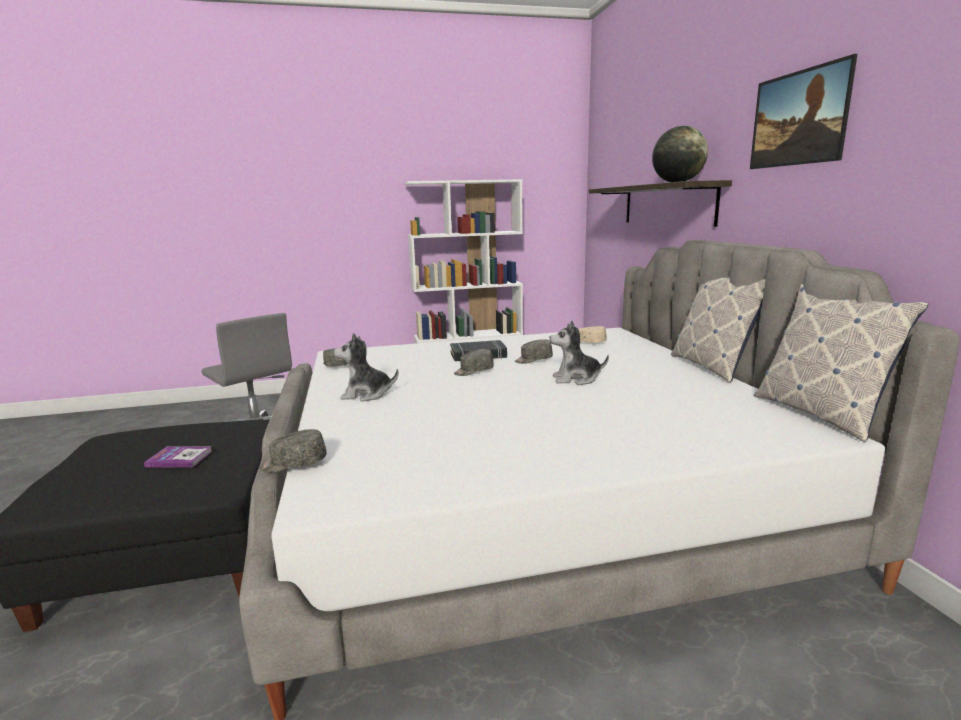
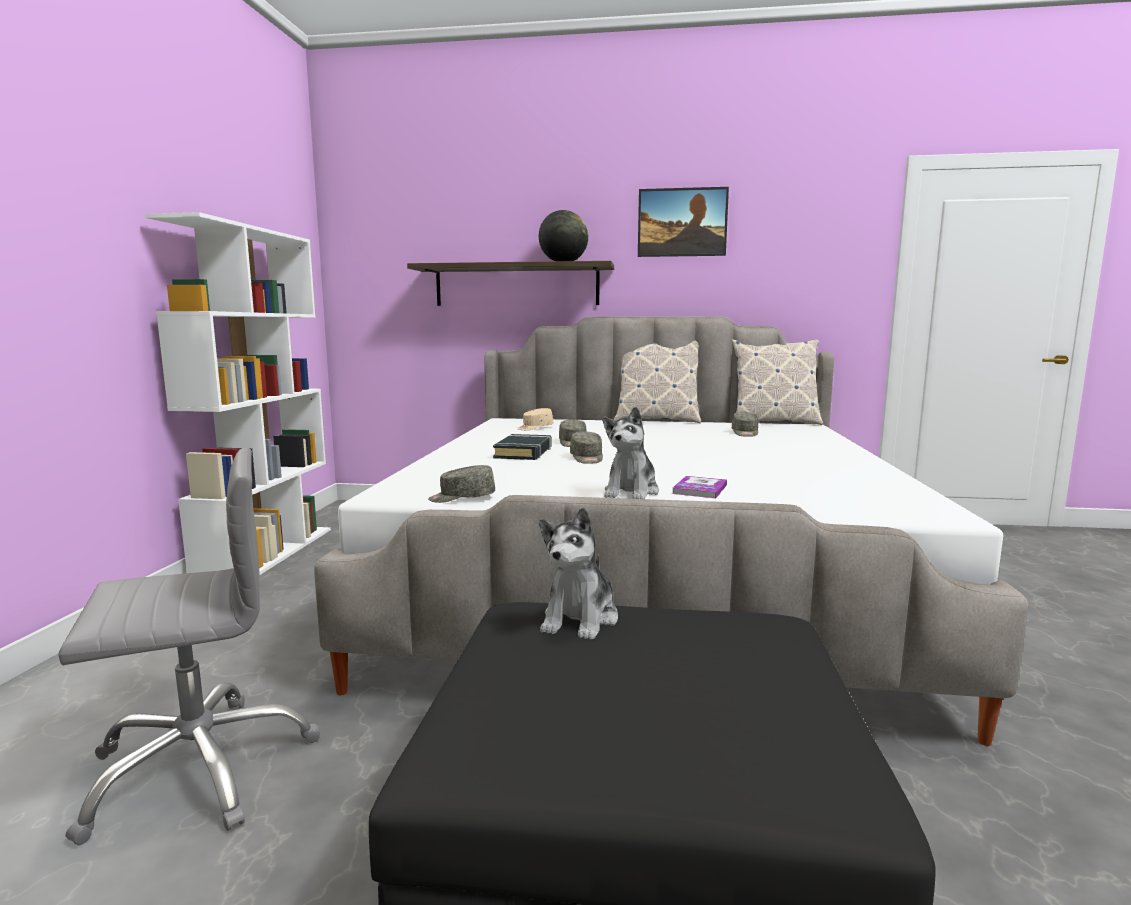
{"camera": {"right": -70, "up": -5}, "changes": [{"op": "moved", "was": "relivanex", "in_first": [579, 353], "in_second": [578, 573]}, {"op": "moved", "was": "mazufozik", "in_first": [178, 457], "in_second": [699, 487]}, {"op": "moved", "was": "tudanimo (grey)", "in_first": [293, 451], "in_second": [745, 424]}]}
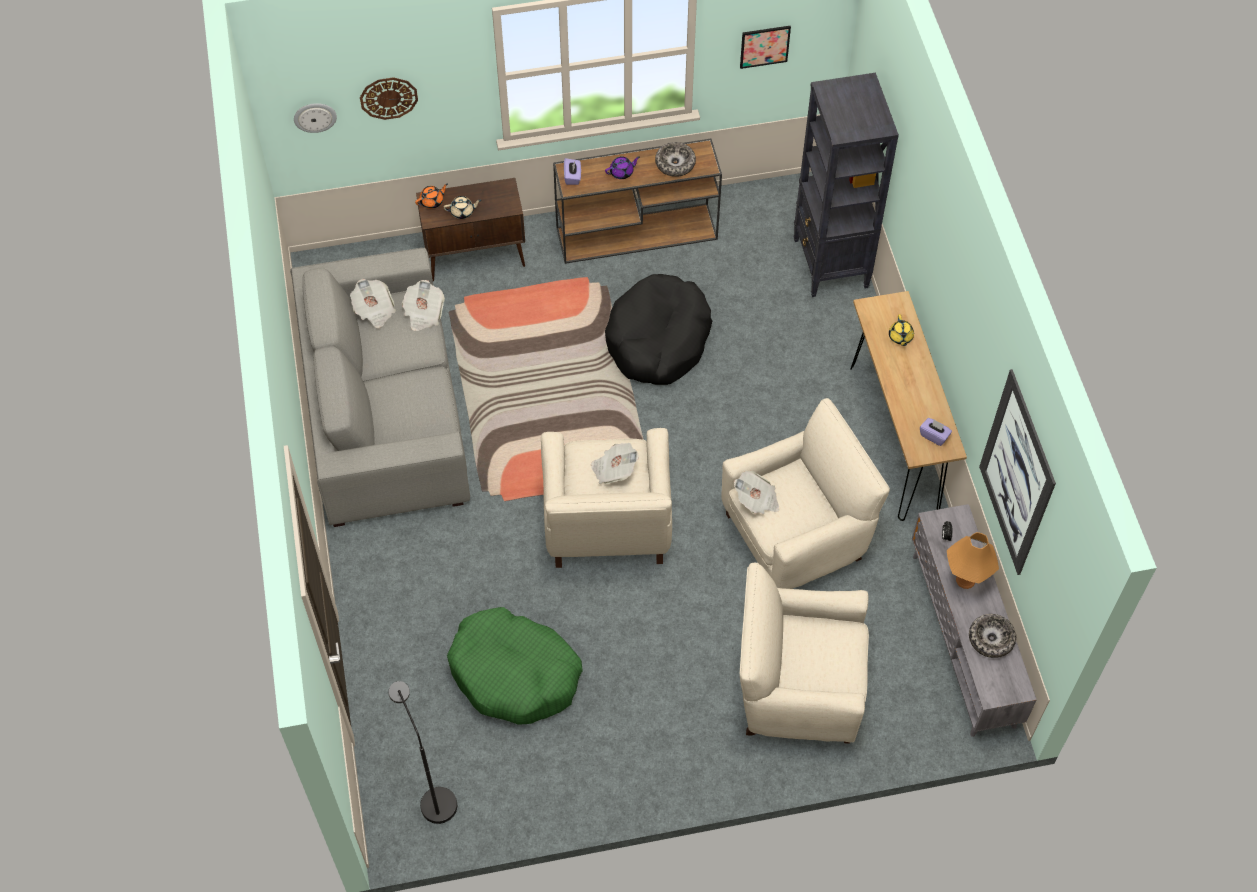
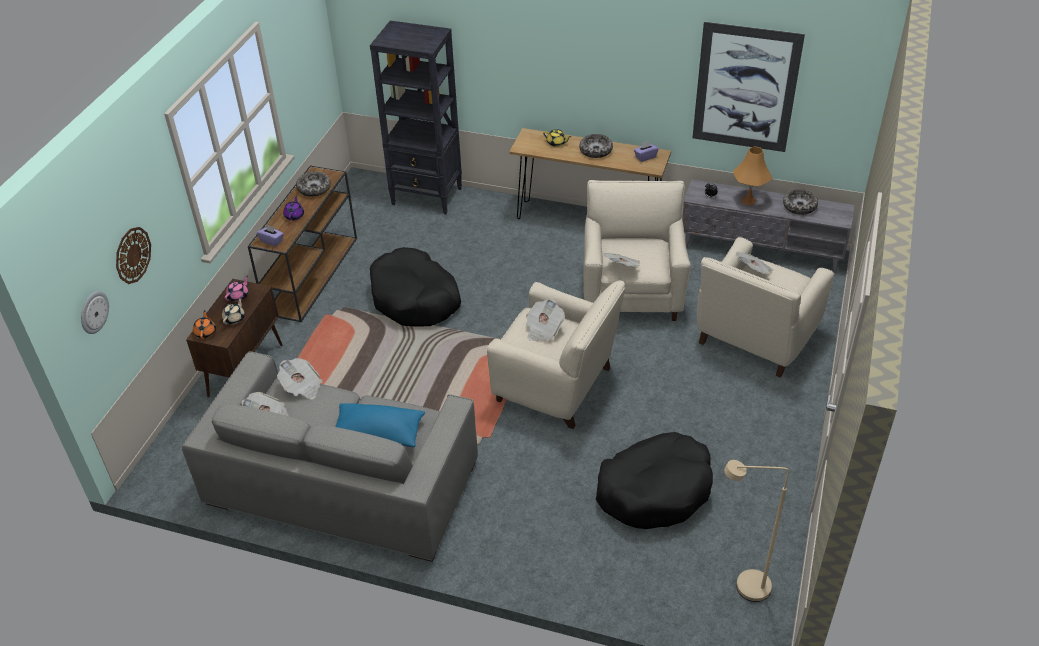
{"camera": {"right": -60, "up": -15}, "changes": [{"op": "added", "now": "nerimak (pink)", "in_second": [236, 289]}, {"op": "added", "now": "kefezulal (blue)", "in_second": [380, 425]}, {"op": "added", "now": "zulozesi", "in_second": [596, 146]}, {"op": "recoloured", "was": "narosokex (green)", "now": "narosokex (black)", "in_first": [515, 665], "in_second": [654, 480]}, {"op": "recoloured", "was": "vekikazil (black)", "now": "vekikazil (beige)", "in_first": [423, 752], "in_second": [756, 531]}, {"op": "added", "now": "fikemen", "in_second": [755, 263]}, {"op": "removed", "was": "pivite", "in_first": [765, 47]}]}
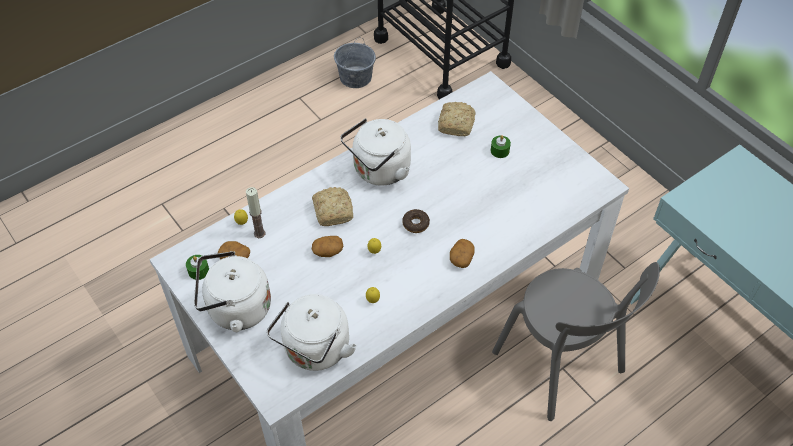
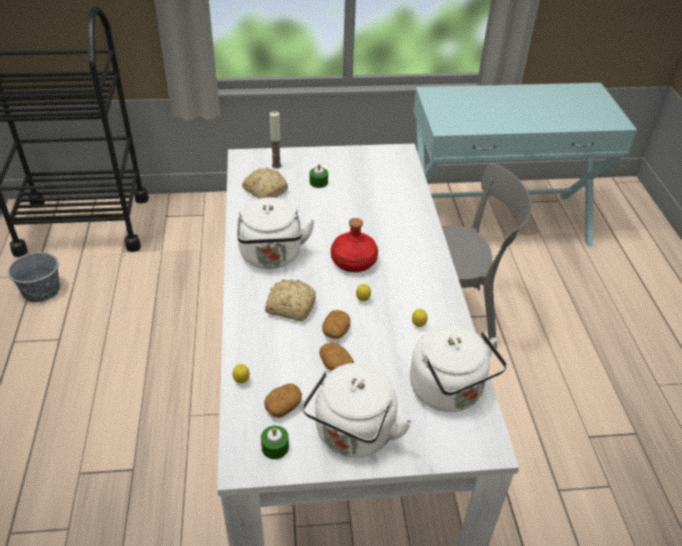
{"camera": {"right": -60, "up": -10}, "changes": [{"op": "moved", "was": "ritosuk", "in_first": [255, 212], "in_second": [275, 140]}, {"op": "moved", "was": "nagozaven", "in_first": [462, 253], "in_second": [336, 357]}, {"op": "replaced", "was": "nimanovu", "now": "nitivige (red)", "in_first": [416, 221], "in_second": [354, 245]}]}
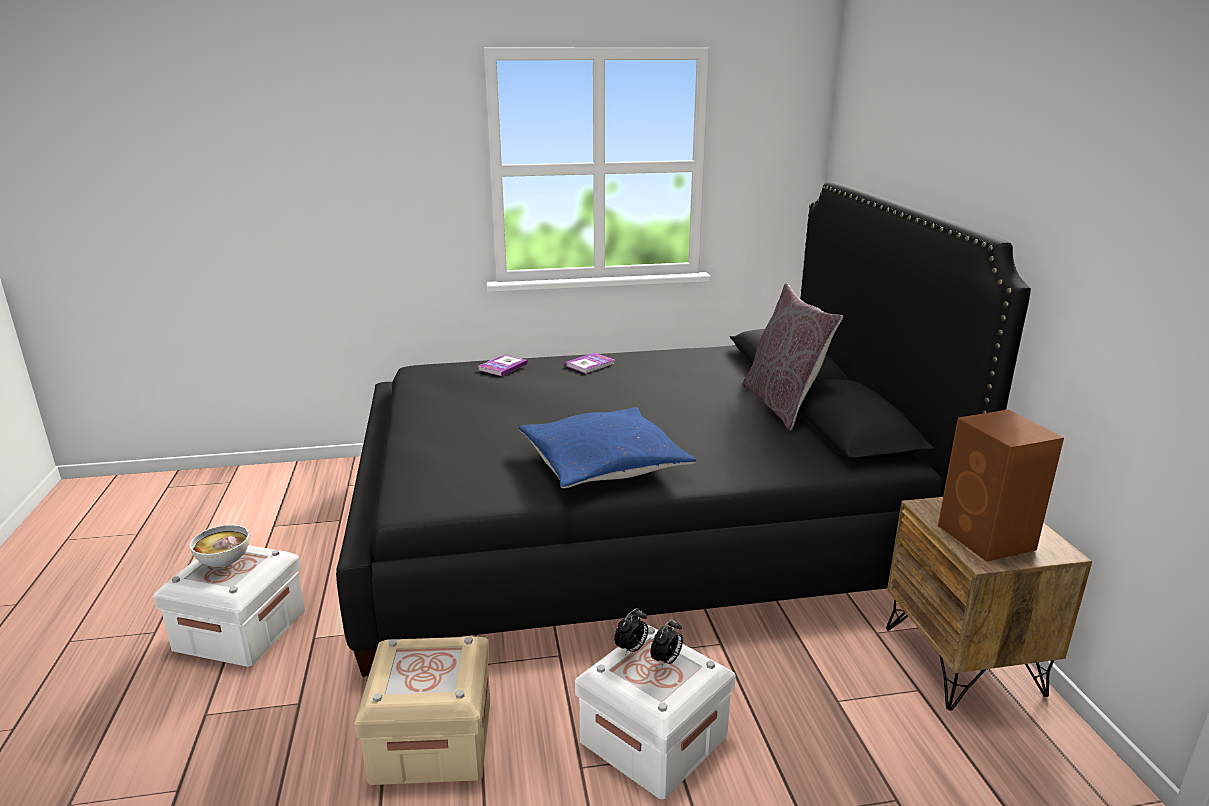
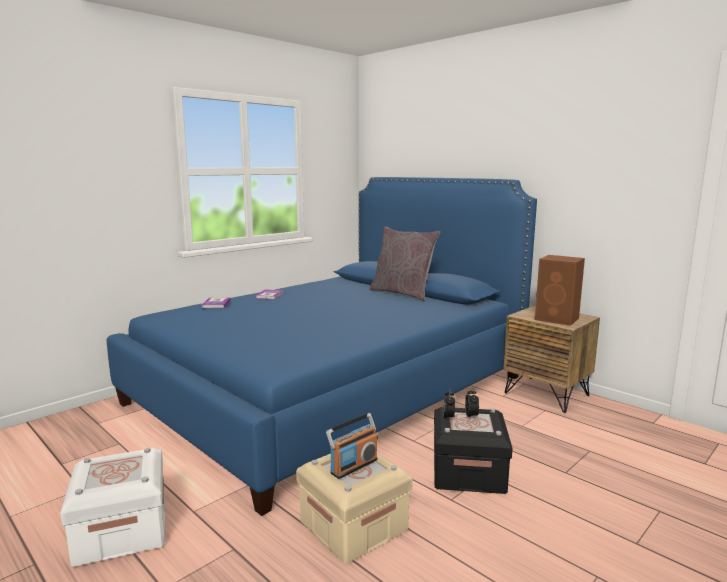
{"camera": {"right": -35, "up": -10}, "changes": [{"op": "recoloured", "was": "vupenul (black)", "now": "vupenul (blue)", "in_first": [683, 429], "in_second": [322, 346]}, {"op": "added", "now": "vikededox", "in_second": [352, 446]}, {"op": "recoloured", "was": "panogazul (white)", "now": "panogazul (black)", "in_first": [655, 712], "in_second": [473, 450]}, {"op": "removed", "was": "zulozesi", "in_first": [219, 546]}, {"op": "removed", "was": "kefezulal (blue)", "in_first": [607, 447]}]}
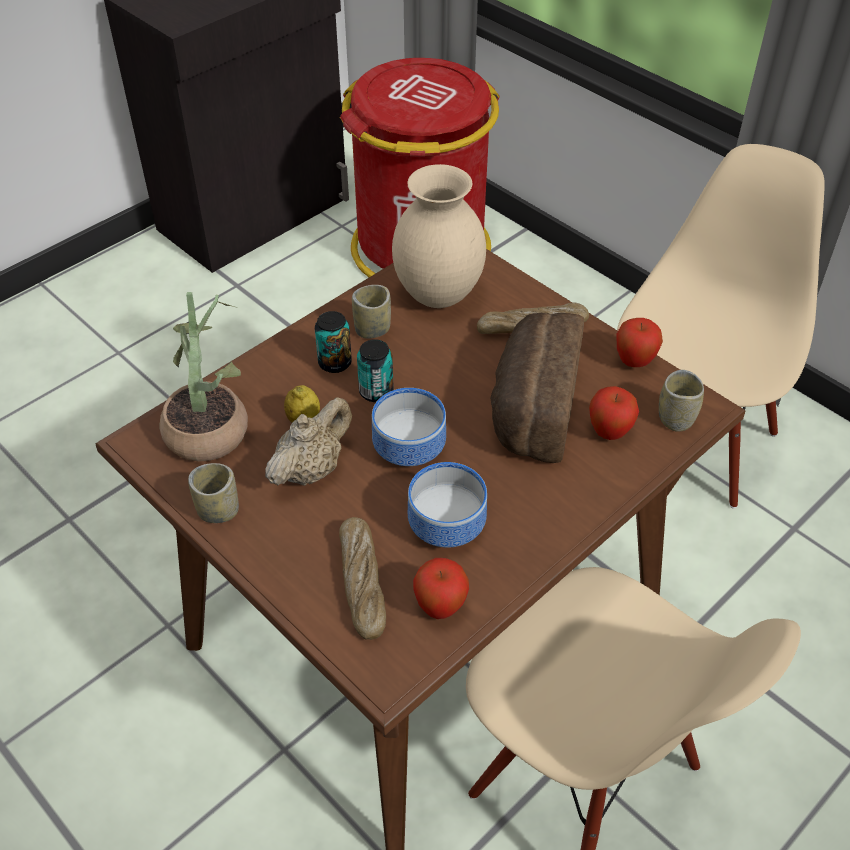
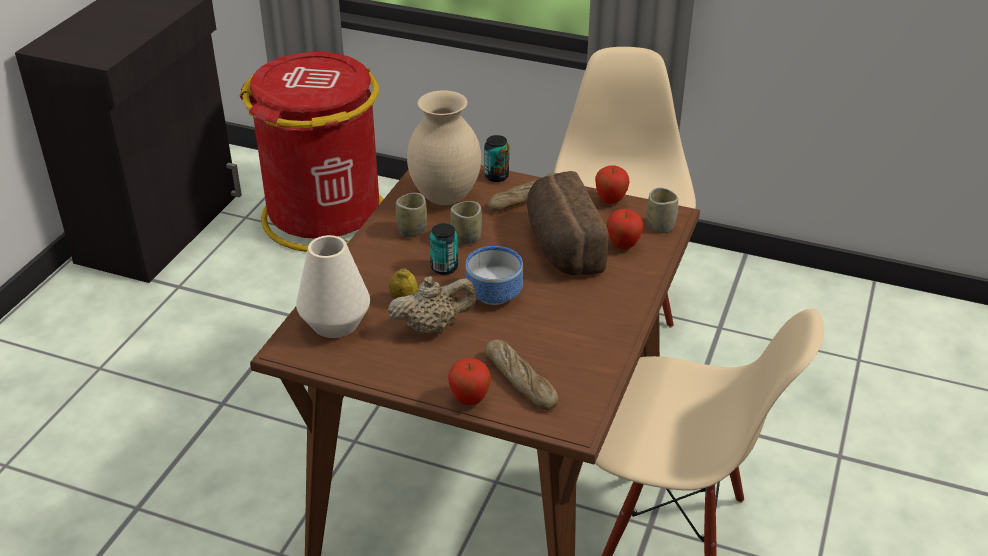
{"camera": {"right": -25, "up": -10}, "changes": [{"op": "replaced", "was": "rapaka", "now": "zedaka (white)", "in_first": [203, 376], "in_second": [333, 286]}, {"op": "turned", "was": "nerimak (beige)", "in_first": [308, 441], "in_second": [432, 305], "clockwise": 60}, {"op": "moved", "was": "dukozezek", "in_first": [441, 588], "in_second": [469, 381]}, {"op": "moved", "was": "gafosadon", "in_first": [213, 493], "in_second": [466, 223]}, {"op": "moved", "was": "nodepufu", "in_first": [333, 342], "in_second": [496, 158]}, {"op": "removed", "was": "zulozesi", "in_first": [447, 504]}]}
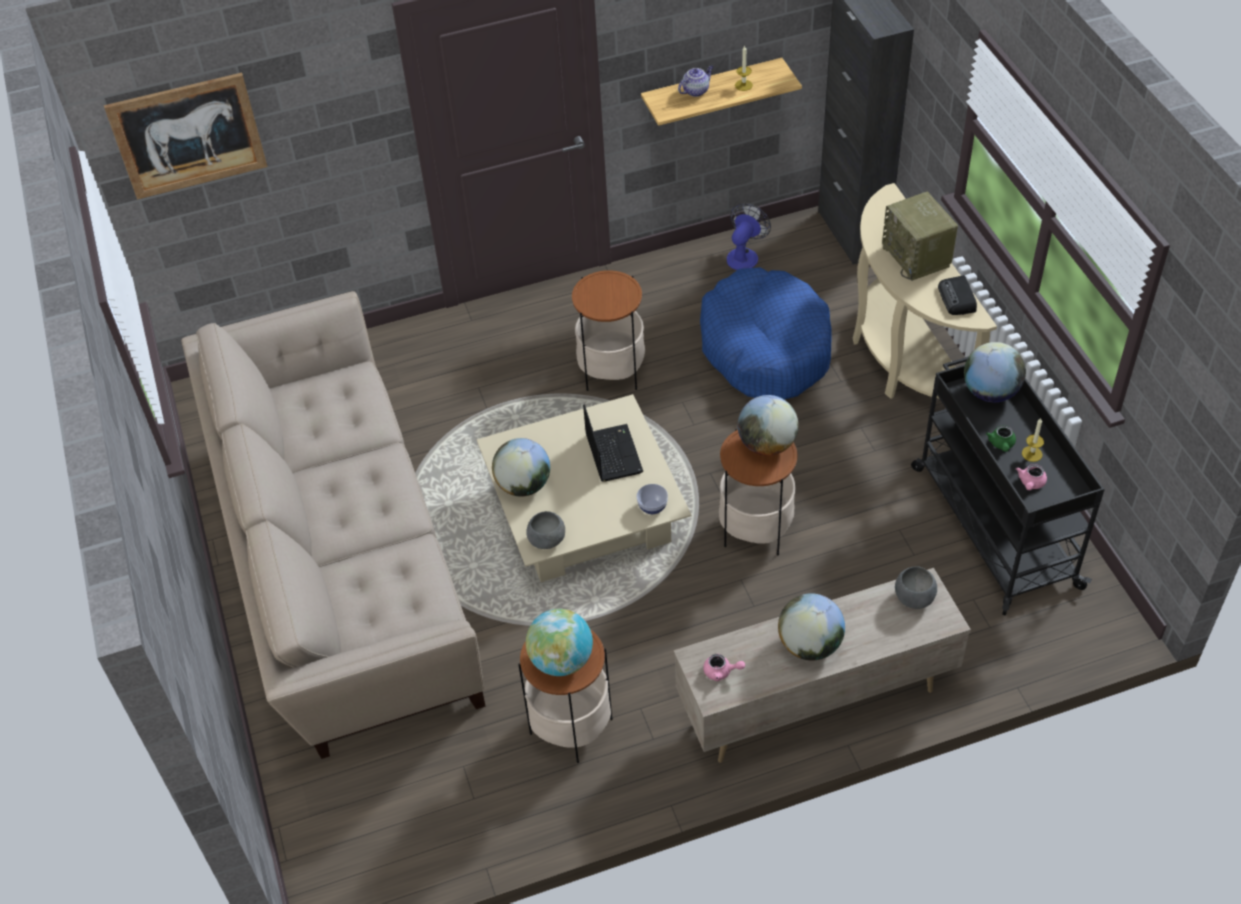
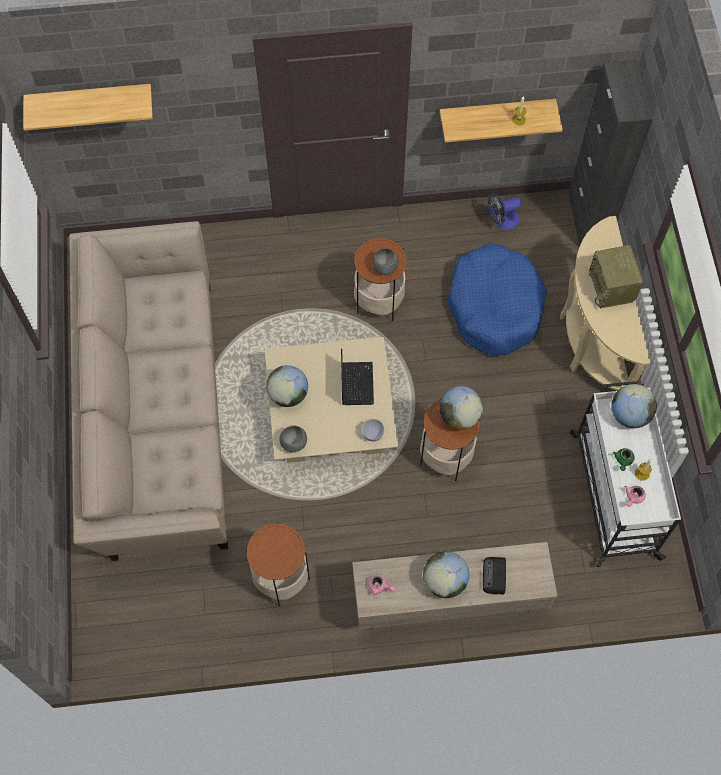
{"camera": {"right": 10, "up": 15}, "changes": [{"op": "replaced", "was": "pivite", "now": "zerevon", "in_first": [186, 136], "in_second": [88, 107]}, {"op": "moved", "was": "zulozesi (grey)", "in_first": [916, 587], "in_second": [385, 261]}, {"op": "moved", "was": "vikededox", "in_first": [957, 295], "in_second": [494, 576]}, {"op": "turned", "was": "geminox", "in_first": [749, 236], "in_second": [504, 211], "clockwise": -150}, {"op": "recoloured", "was": "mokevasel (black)", "now": "mokevasel (white)", "in_first": [1008, 486], "in_second": [625, 474]}, {"op": "removed", "was": "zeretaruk", "in_first": [559, 642]}, {"op": "removed", "was": "nerimak", "in_first": [695, 81]}]}
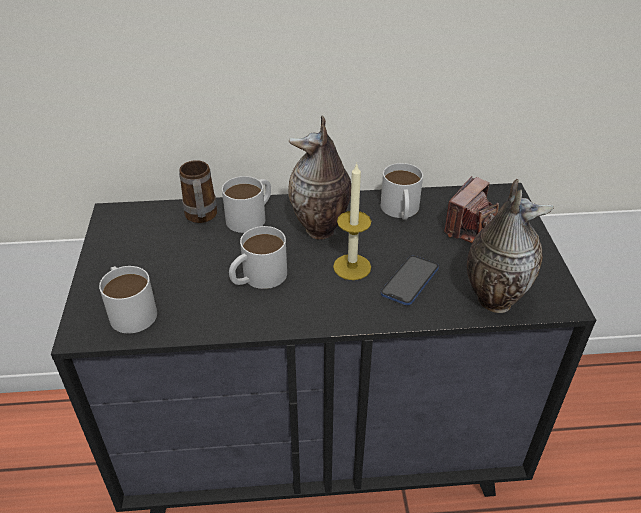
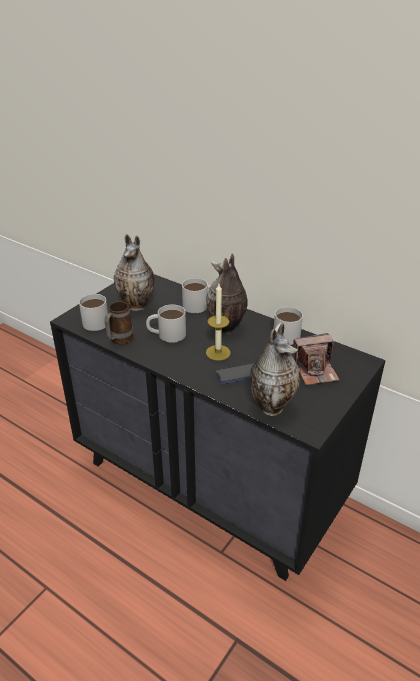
{"camera": {"right": 40, "up": -5}, "changes": [{"op": "moved", "was": "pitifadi", "in_first": [198, 191], "in_second": [119, 323]}, {"op": "added", "now": "zedaka", "in_second": [134, 272]}]}
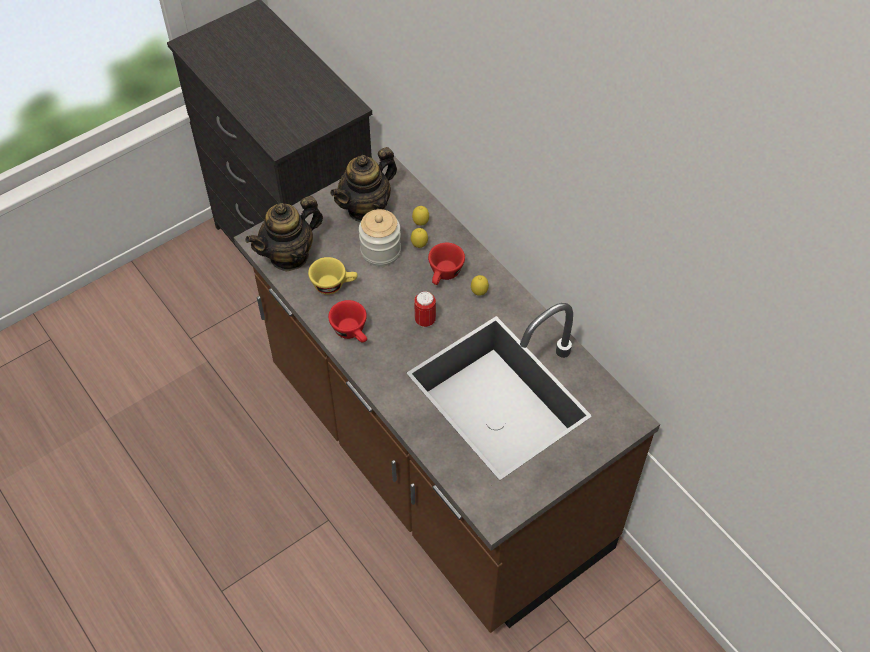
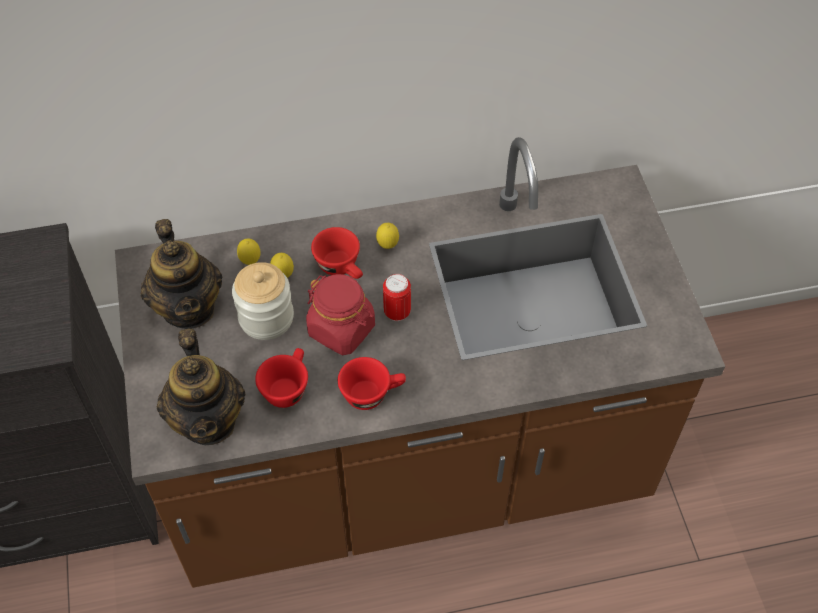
{"camera": {"right": -65, "up": 0}, "changes": [{"op": "recoloured", "was": "gafosadon (yellow)", "now": "gafosadon (red)", "in_first": [332, 276], "in_second": [281, 378]}, {"op": "added", "now": "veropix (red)", "in_second": [340, 314]}]}
